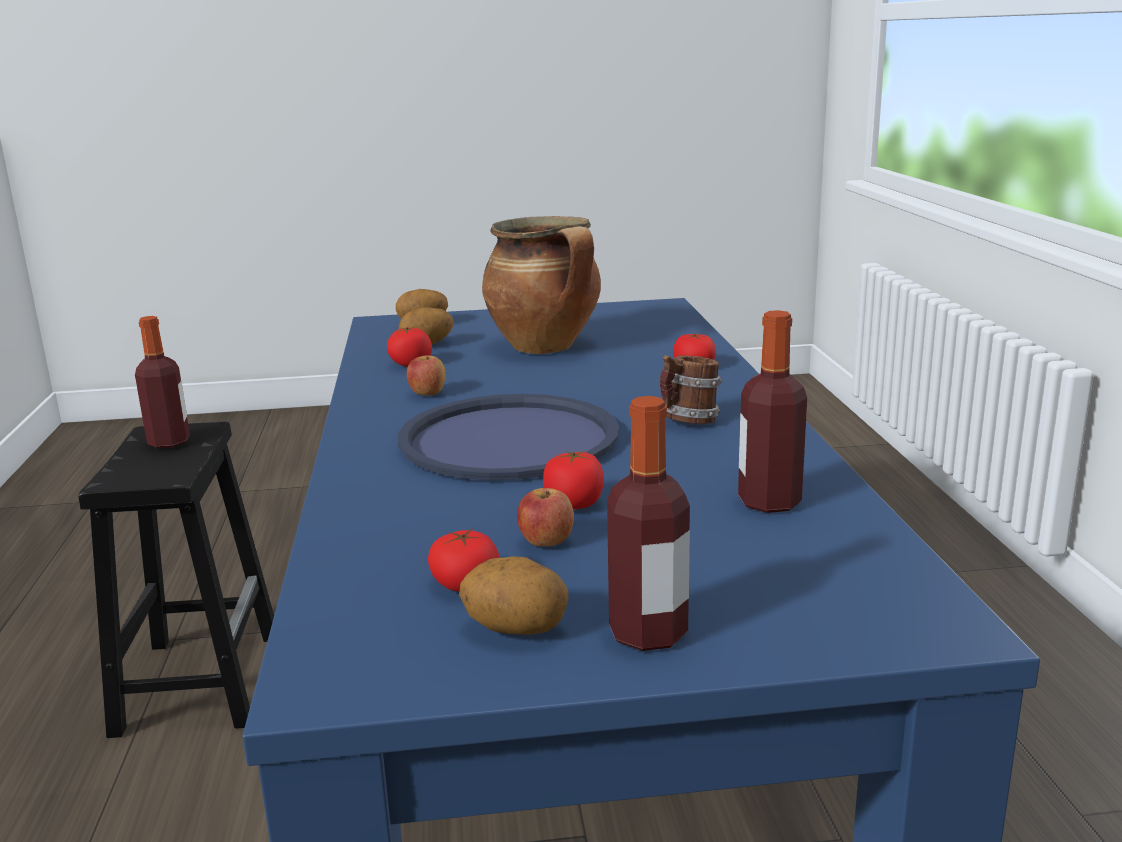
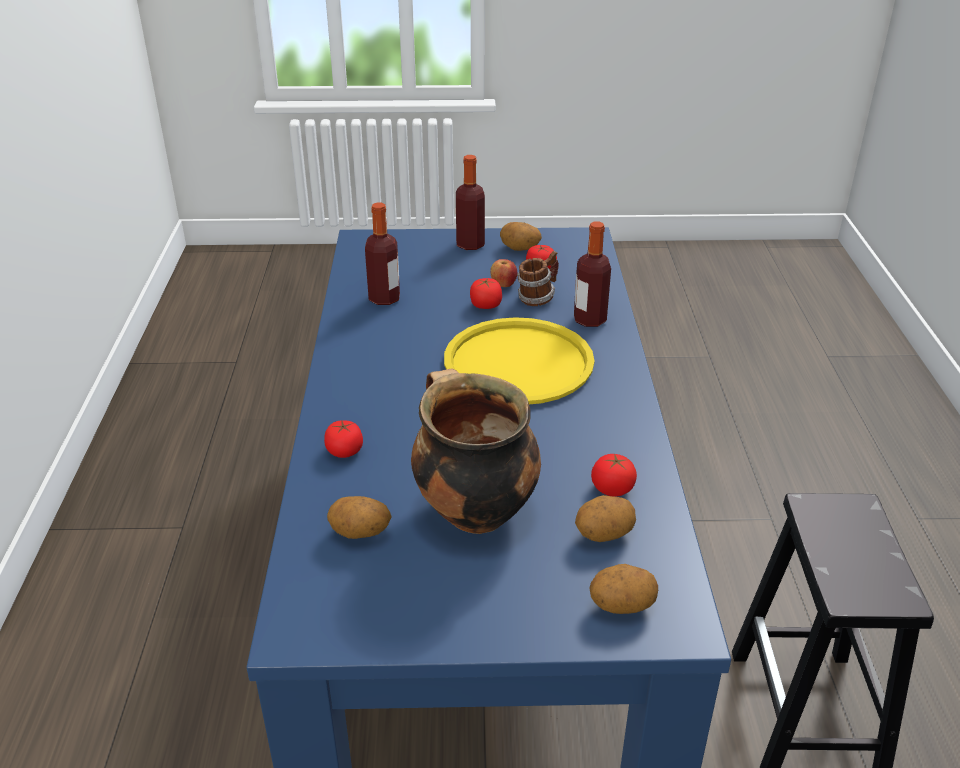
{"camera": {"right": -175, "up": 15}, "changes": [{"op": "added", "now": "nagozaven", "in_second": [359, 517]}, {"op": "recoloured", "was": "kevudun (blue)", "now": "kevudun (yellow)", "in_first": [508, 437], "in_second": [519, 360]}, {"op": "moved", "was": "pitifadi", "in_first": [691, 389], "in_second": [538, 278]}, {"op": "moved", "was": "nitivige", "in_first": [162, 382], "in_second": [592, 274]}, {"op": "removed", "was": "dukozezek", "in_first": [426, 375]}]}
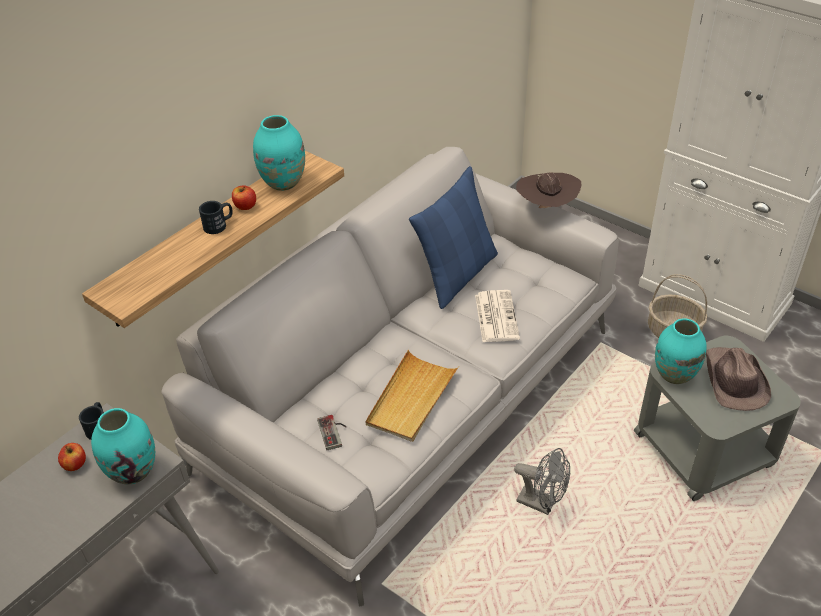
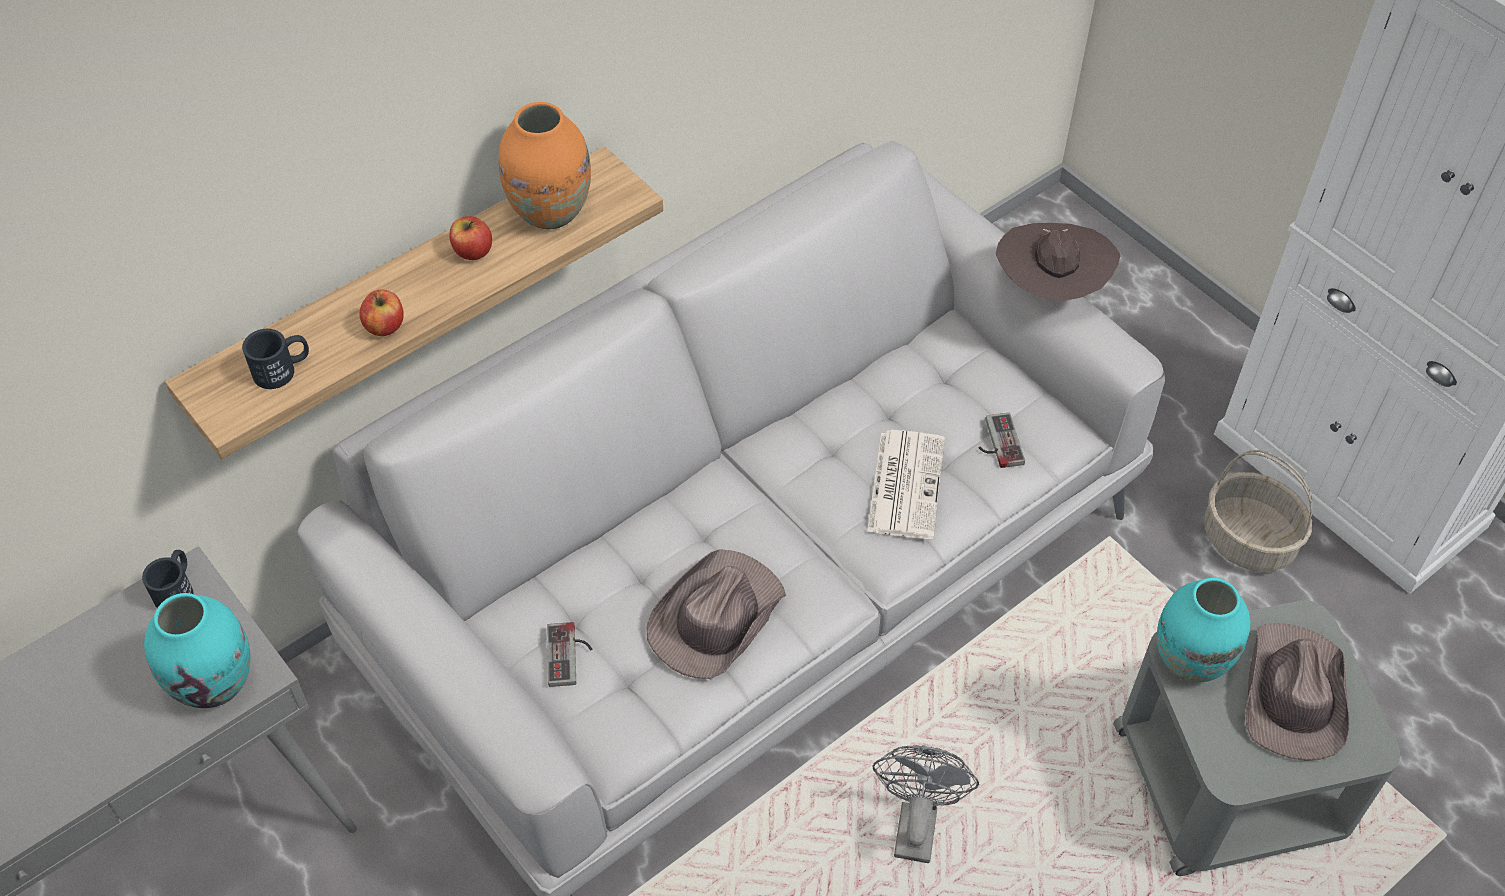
{"camera": {"right": 10, "up": 10}, "changes": [{"op": "moved", "was": "pitifadi (black)", "in_first": [216, 217], "in_second": [275, 359]}, {"op": "moved", "was": "dukozezek", "in_first": [72, 457], "in_second": [382, 312]}, {"op": "recoloured", "was": "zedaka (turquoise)", "now": "zedaka (orange)", "in_first": [279, 153], "in_second": [545, 165]}, {"op": "replaced", "was": "kevudun (beige)", "now": "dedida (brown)", "in_first": [412, 396], "in_second": [716, 614]}, {"op": "turned", "was": "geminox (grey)", "in_first": [542, 481], "in_second": [925, 804], "clockwise": -120}, {"op": "added", "now": "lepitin", "in_second": [1002, 440]}, {"op": "removed", "was": "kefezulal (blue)", "in_first": [453, 237]}]}
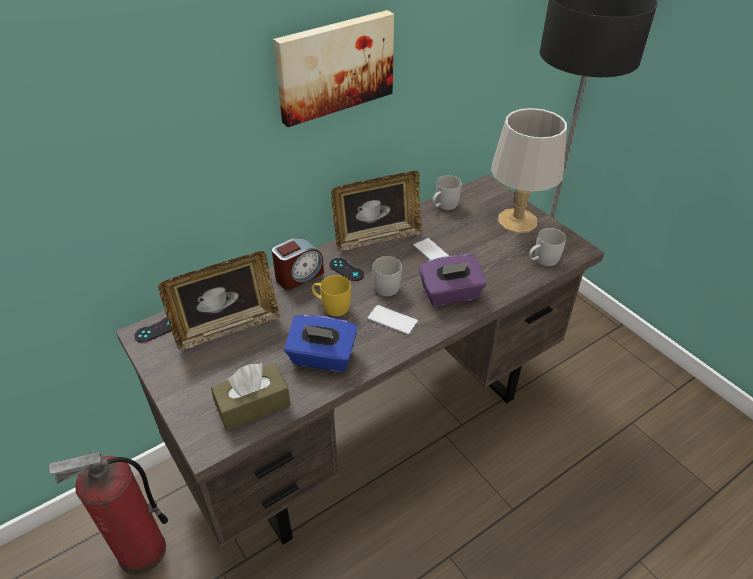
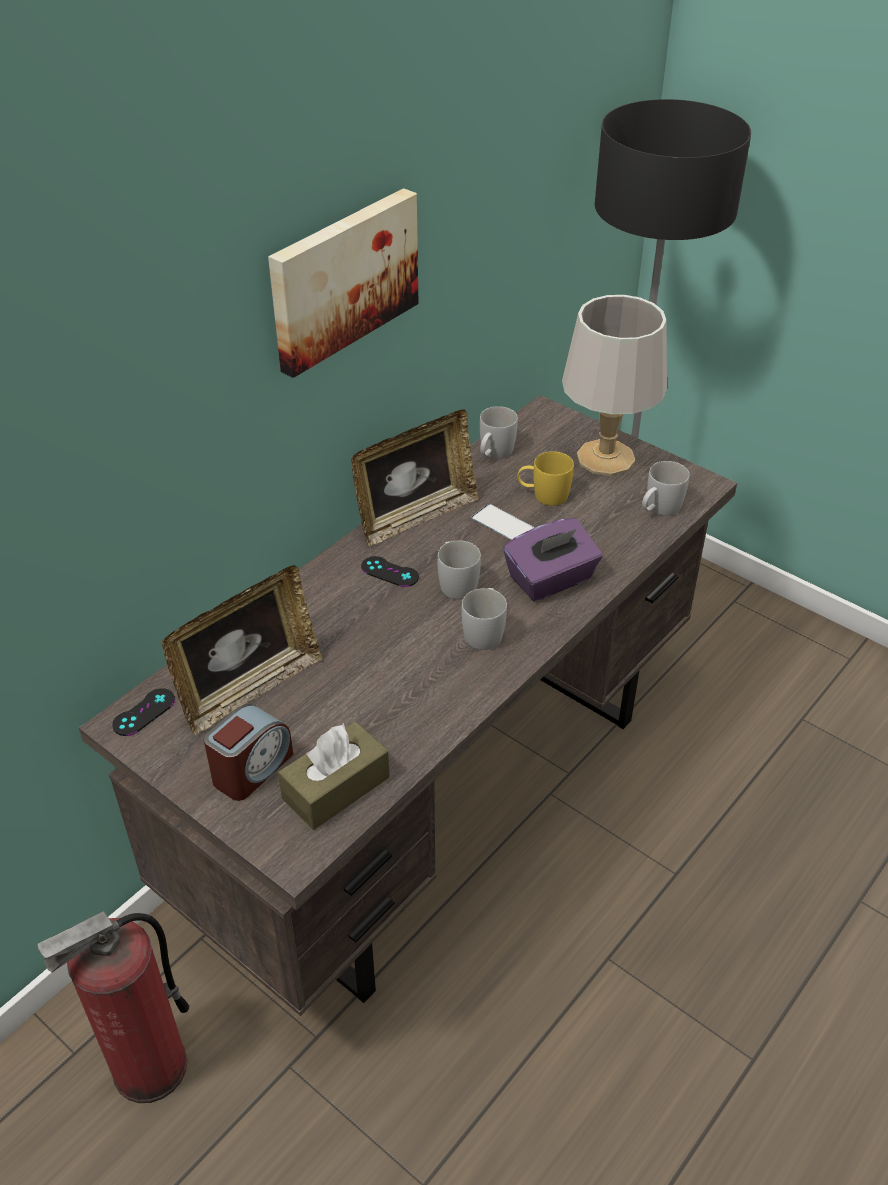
{"camera": {"right": -15, "up": 0}, "changes": [{"op": "moved", "was": "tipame", "in_first": [298, 263], "in_second": [248, 752]}, {"op": "replaced", "was": "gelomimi", "now": "pitifadi (white)", "in_first": [393, 320], "in_second": [484, 619]}, {"op": "moved", "was": "pitifadi (yellow)", "in_first": [331, 295], "in_second": [546, 478]}, {"op": "removed", "was": "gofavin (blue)", "in_first": [321, 343]}]}
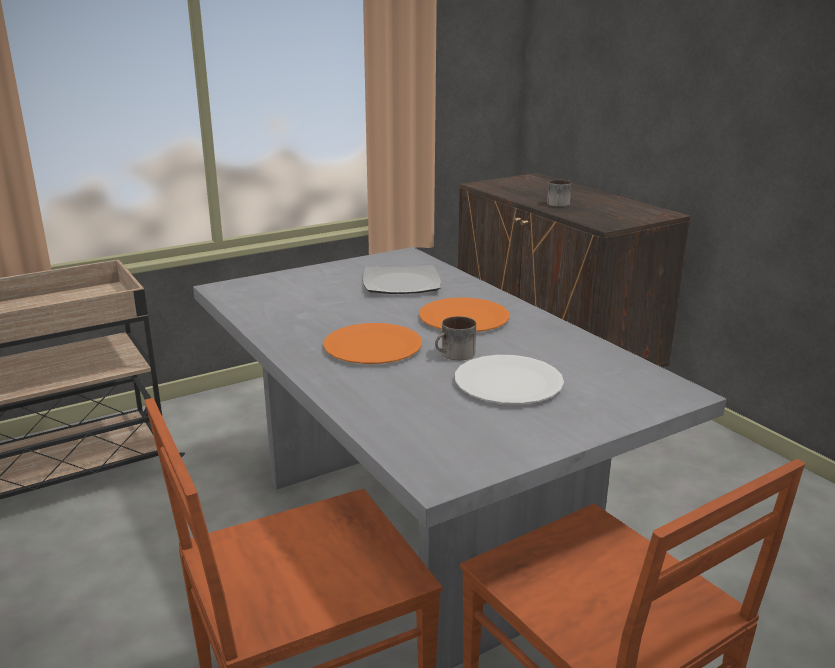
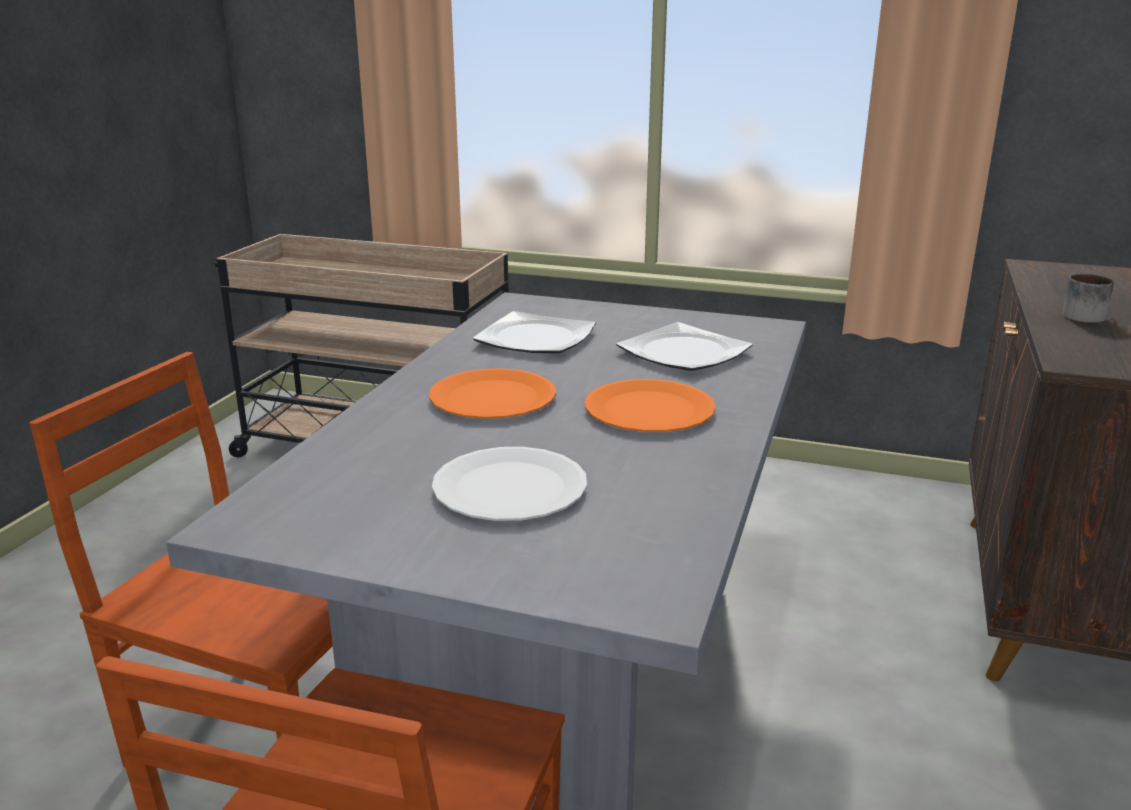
{"camera": {"right": 50, "up": 0}, "changes": [{"op": "added", "now": "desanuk", "in_second": [534, 332]}, {"op": "removed", "was": "pitifadi", "in_first": [455, 338]}]}
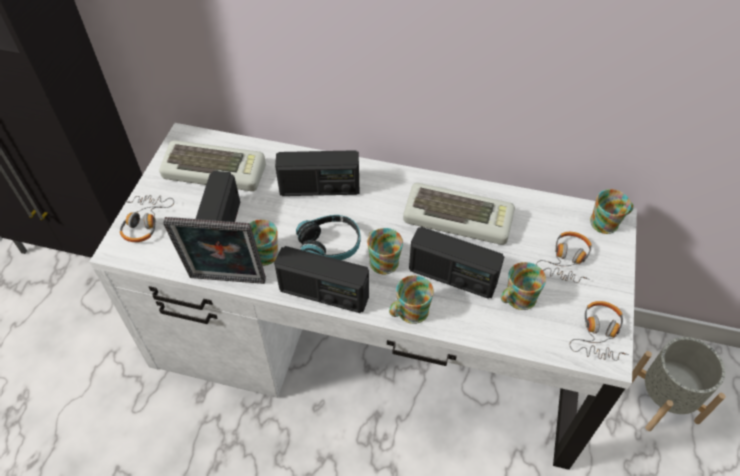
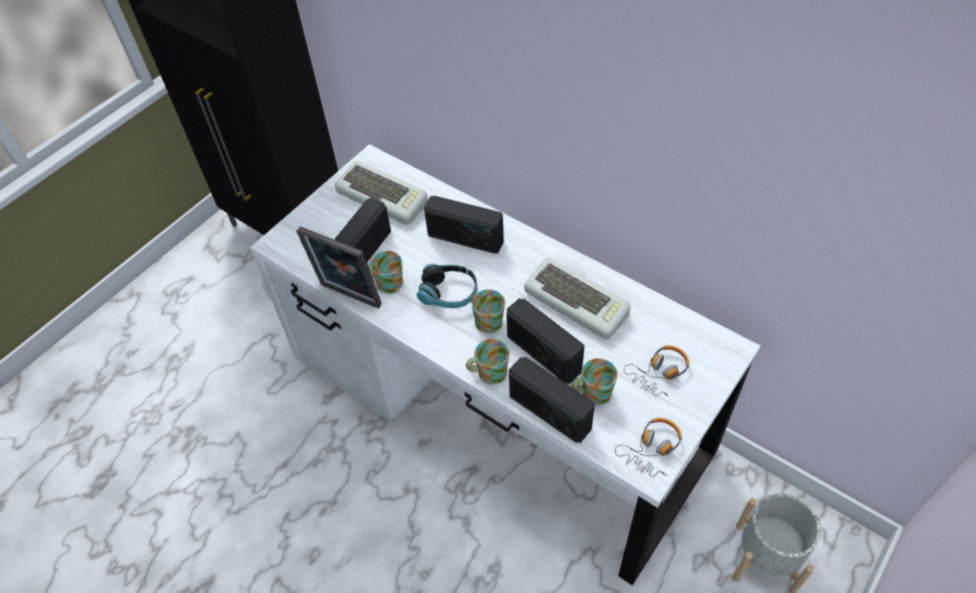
{"camera": {"right": 25, "up": 0}, "changes": [{"op": "moved", "was": "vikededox", "in_first": [321, 279], "in_second": [552, 400]}, {"op": "removed", "was": "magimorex", "in_first": [147, 218]}, {"op": "removed", "was": "pitifadi", "in_first": [612, 211]}]}
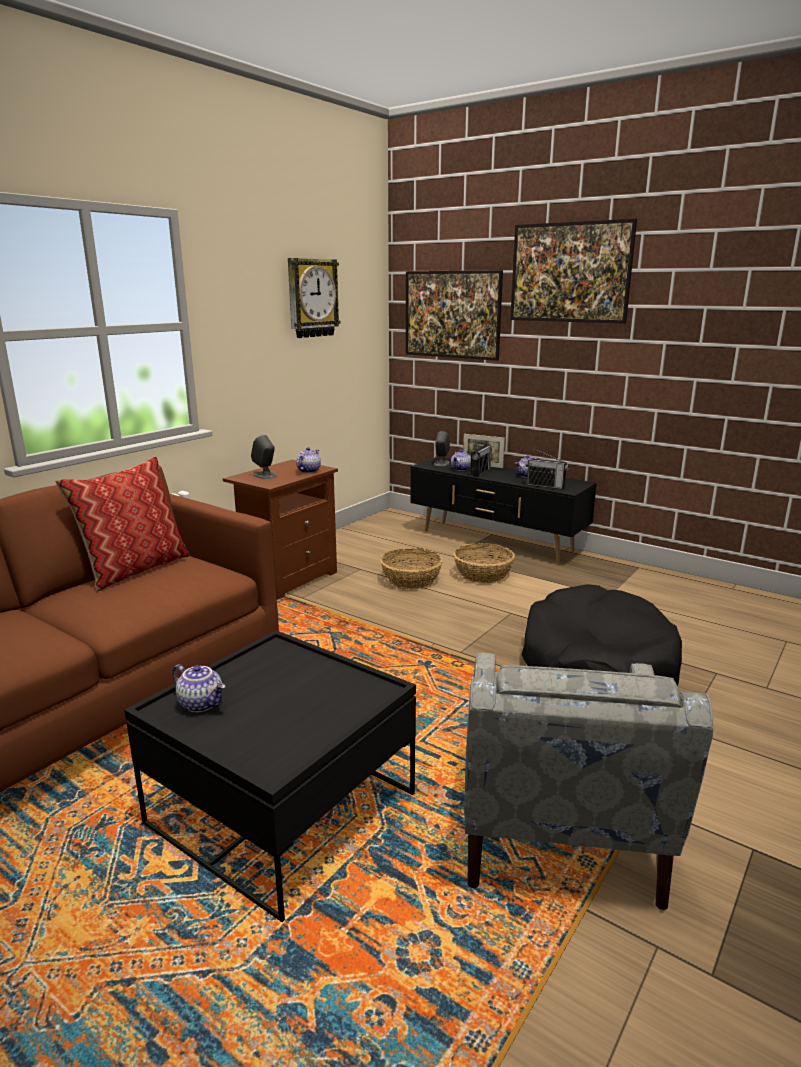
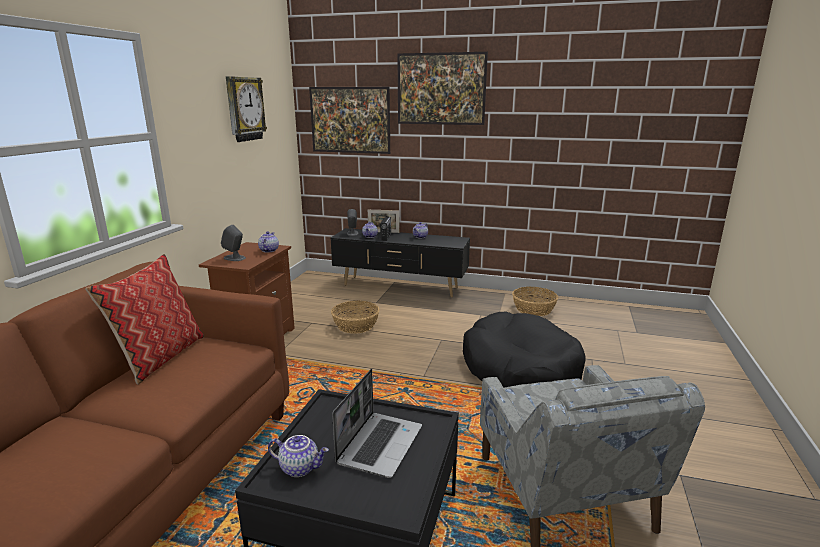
{"camera": {"right": -20, "up": 0}, "changes": [{"op": "added", "now": "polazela", "in_second": [377, 423]}, {"op": "moved", "was": "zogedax", "in_first": [484, 563], "in_second": [535, 301]}, {"op": "removed", "was": "vikededox", "in_first": [547, 469]}]}
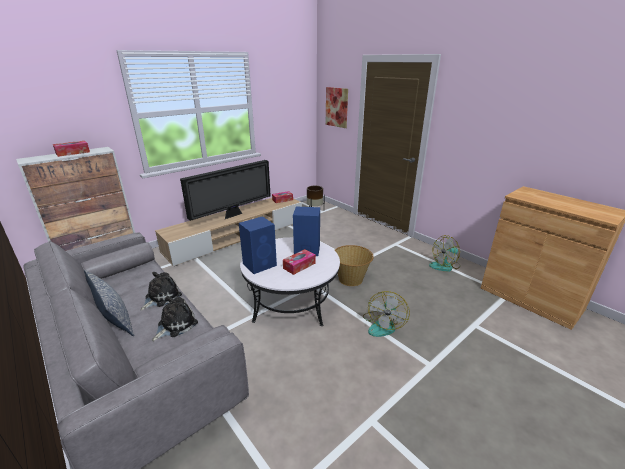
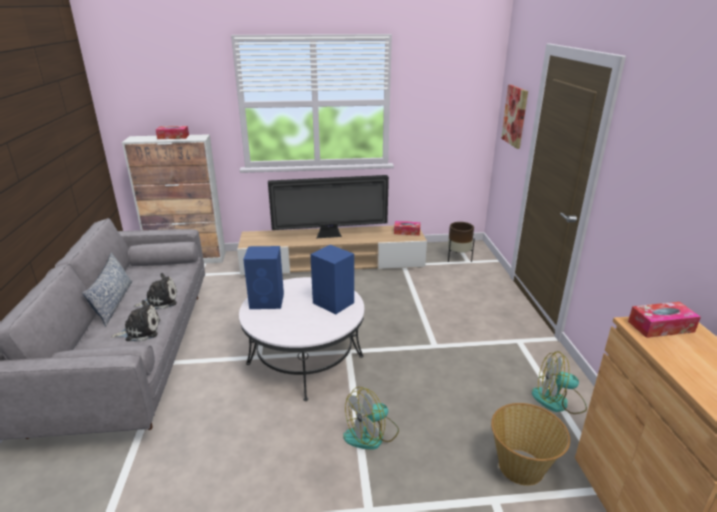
{"camera": {"right": 35, "up": 0}, "changes": [{"op": "moved", "was": "zogedax", "in_first": [354, 265], "in_second": [530, 444]}, {"op": "moved", "was": "gofavin", "in_first": [299, 262], "in_second": [664, 320]}]}
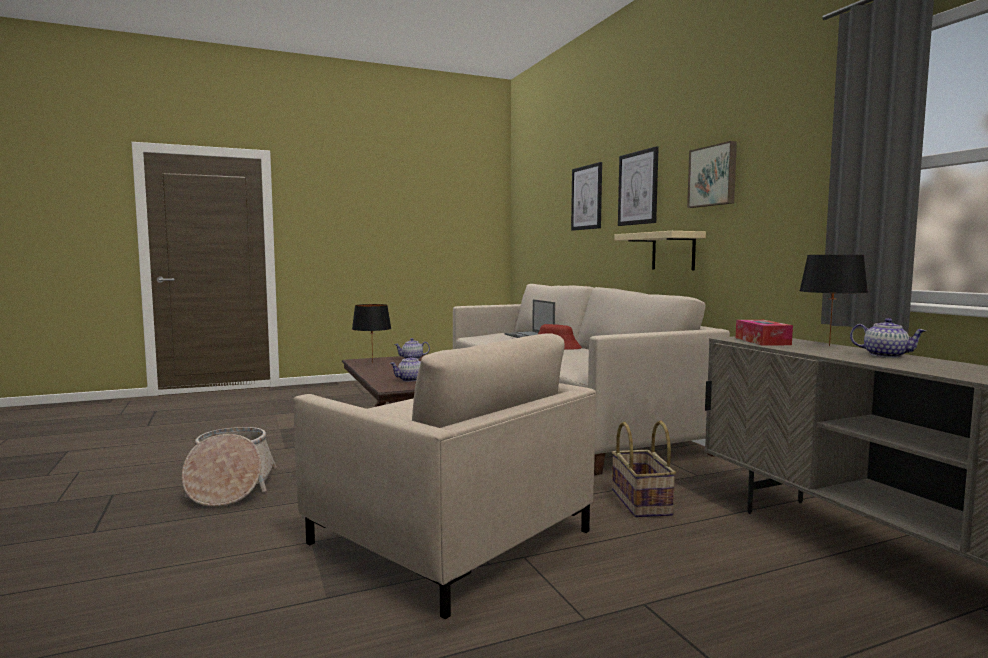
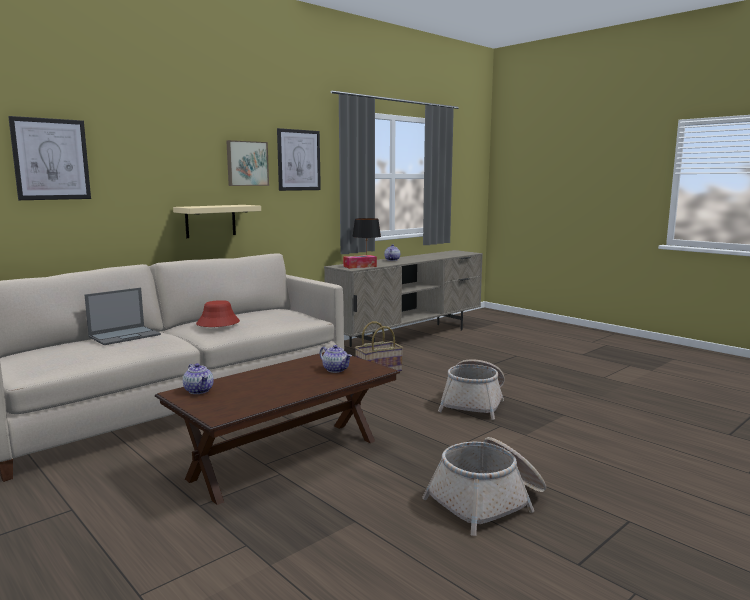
{"camera": {"right": -110, "up": 5}, "changes": [{"op": "moved", "was": "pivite", "in_first": [638, 186], "in_second": [299, 159]}, {"op": "replaced", "was": "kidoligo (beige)", "now": "zogedax", "in_first": [444, 476], "in_second": [471, 389]}, {"op": "removed", "was": "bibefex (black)", "in_first": [371, 334]}]}
